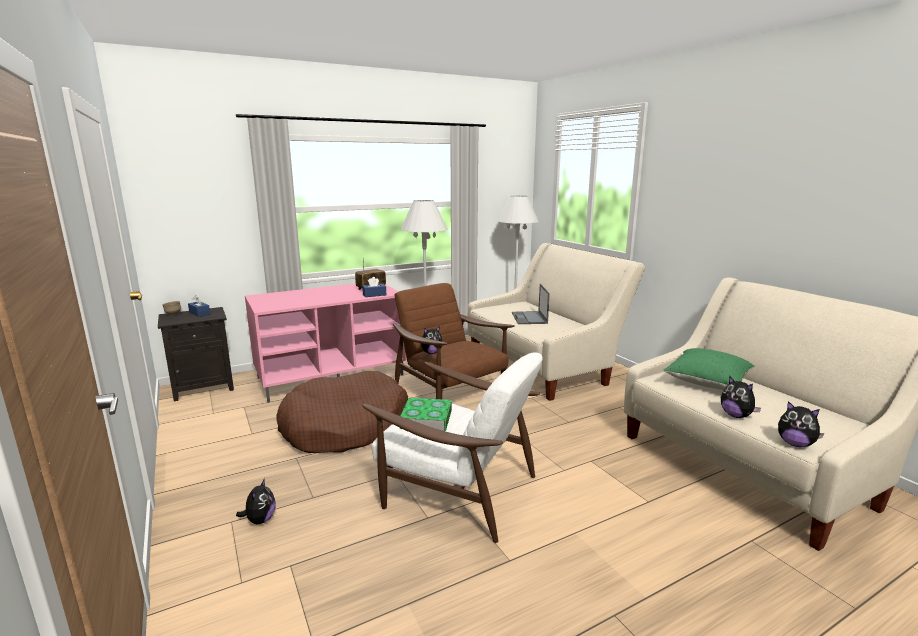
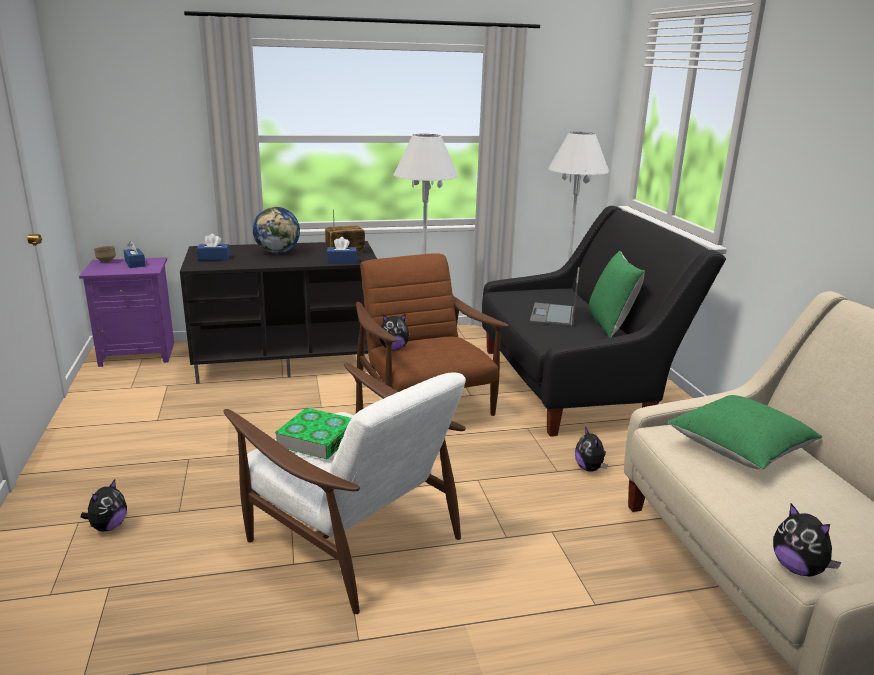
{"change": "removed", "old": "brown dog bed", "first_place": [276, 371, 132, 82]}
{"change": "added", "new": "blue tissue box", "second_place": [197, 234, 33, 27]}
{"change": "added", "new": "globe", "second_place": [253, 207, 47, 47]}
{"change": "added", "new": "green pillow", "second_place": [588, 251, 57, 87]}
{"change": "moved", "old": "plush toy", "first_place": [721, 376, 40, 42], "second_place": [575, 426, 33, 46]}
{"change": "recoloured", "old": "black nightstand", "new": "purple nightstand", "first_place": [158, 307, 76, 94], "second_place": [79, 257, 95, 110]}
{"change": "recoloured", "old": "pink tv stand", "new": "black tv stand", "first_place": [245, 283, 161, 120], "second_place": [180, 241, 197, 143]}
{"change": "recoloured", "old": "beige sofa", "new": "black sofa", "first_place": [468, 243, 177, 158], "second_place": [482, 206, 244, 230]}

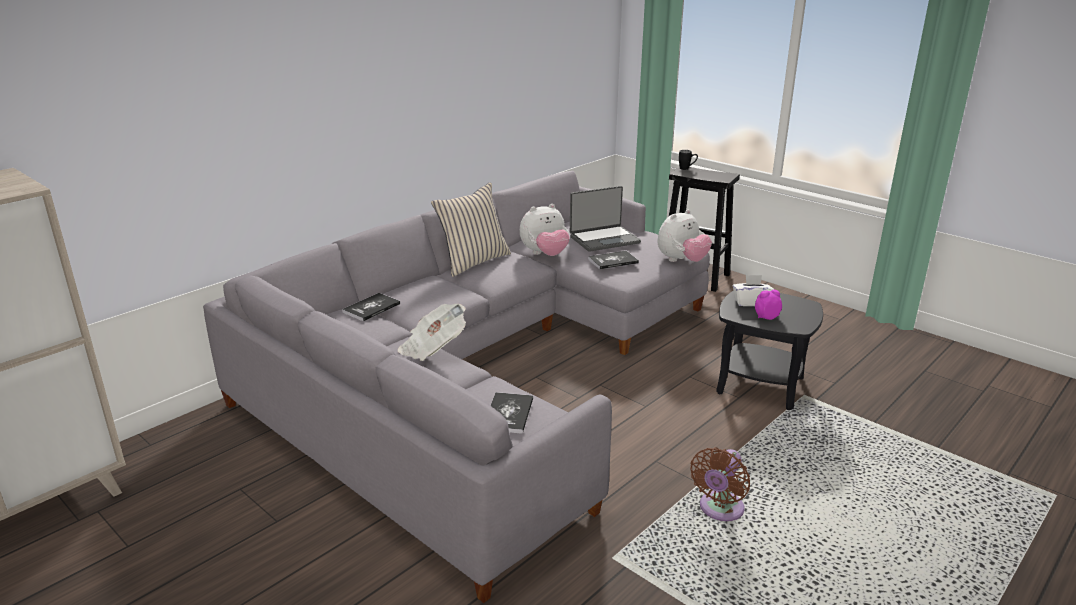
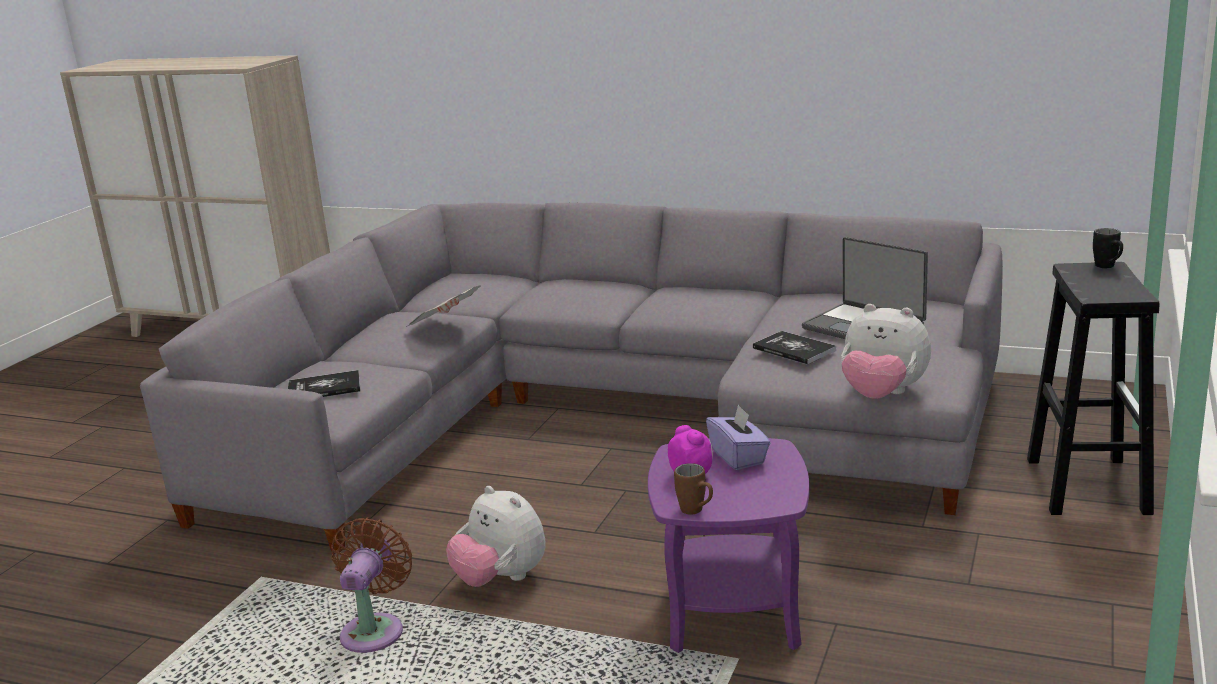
{"change": "removed", "old": "book", "first_place": [342, 293, 58, 29]}
{"change": "removed", "old": "beige pillow", "first_place": [431, 182, 80, 95]}
{"change": "added", "new": "brown mug", "second_place": [674, 463, 39, 51]}
{"change": "moved", "old": "plush toy", "first_place": [520, 204, 50, 52], "second_place": [446, 486, 100, 101]}
{"change": "recoloured", "old": "black side table", "new": "purple side table", "first_place": [716, 290, 107, 120], "second_place": [648, 438, 162, 215]}
{"change": "recoloured", "old": "white tissue box", "new": "purple tissue box", "first_place": [733, 275, 41, 31], "second_place": [706, 405, 64, 65]}
{"change": "turned", "old": "brown fan", "first_place": [690, 447, 60, 74], "second_place": [331, 518, 81, 135], "degrees": 90}

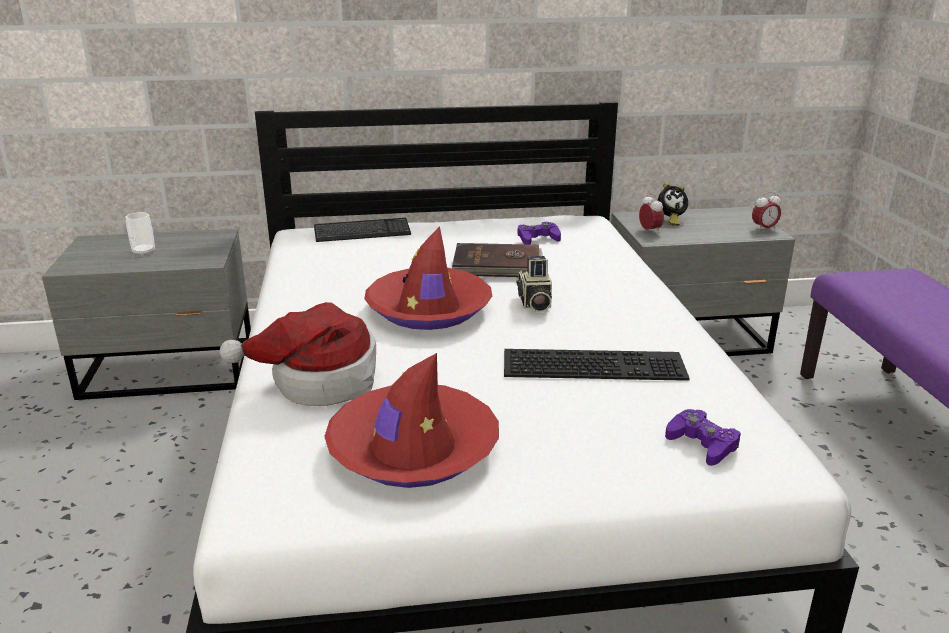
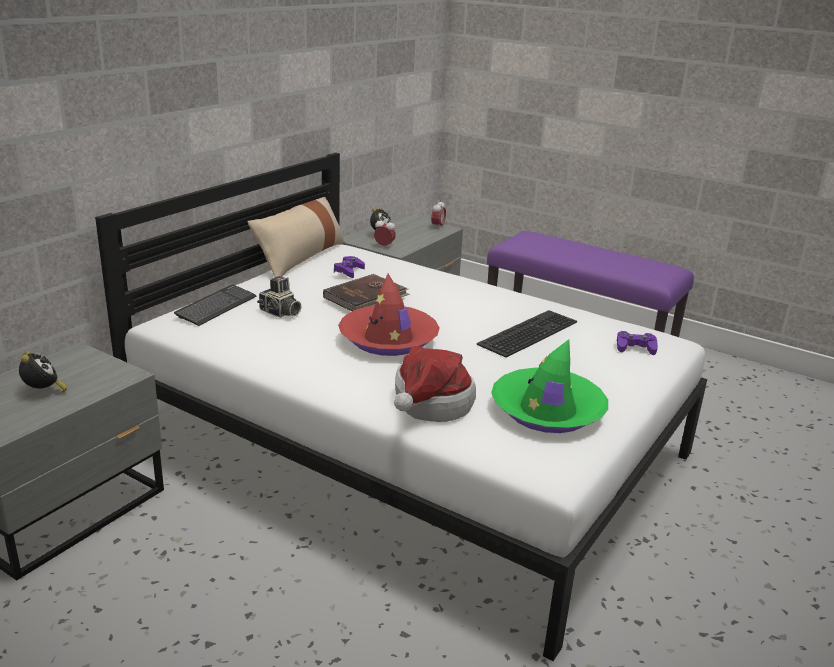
{"change": "added", "new": "beige pillow", "second_place": [247, 197, 99, 81]}
{"change": "moved", "old": "photo camera", "first_place": [516, 256, 36, 57], "second_place": [257, 276, 44, 42]}
{"change": "replaced", "old": "cup", "new": "alarm clock", "first_place": [126, 212, 29, 44], "second_place": [19, 351, 48, 41]}
{"change": "recoloured", "old": "red hat", "new": "green hat", "first_place": [324, 353, 175, 135], "second_place": [491, 339, 117, 94]}

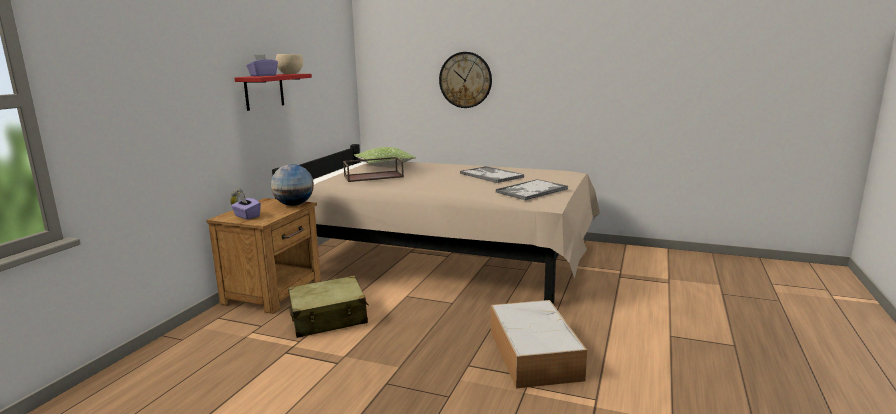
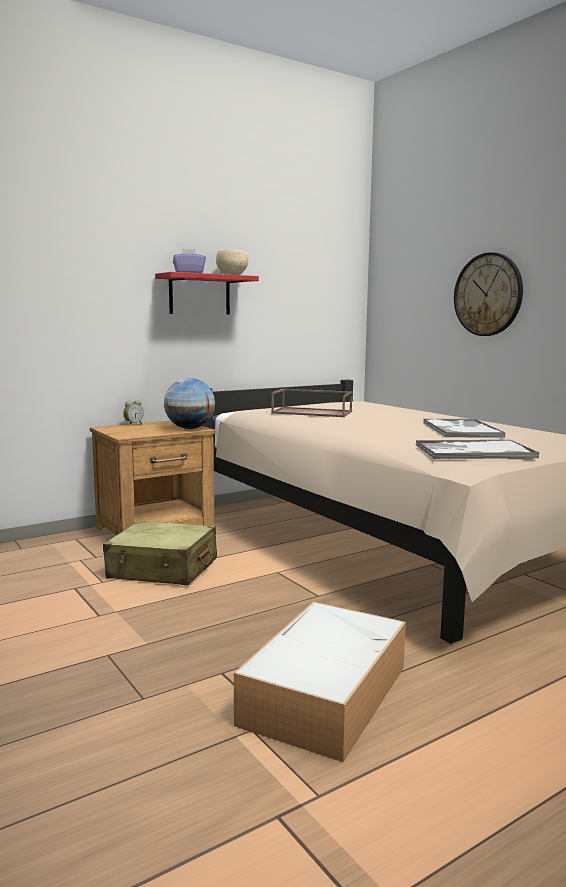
{"change": "removed", "old": "purple tissue box", "first_place": [231, 195, 30, 25]}
{"change": "removed", "old": "pillow", "first_place": [354, 147, 62, 20]}

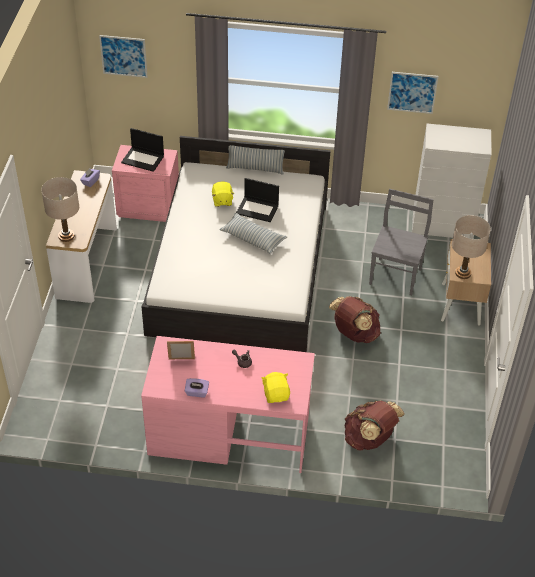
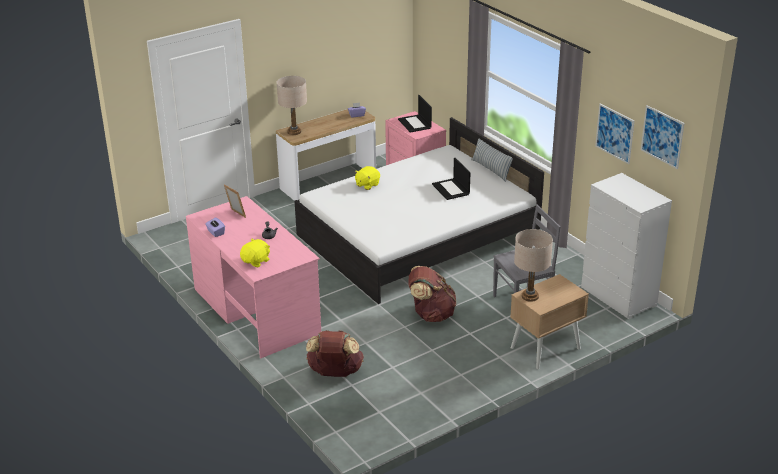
{"change": "removed", "old": "pillow", "first_place": [219, 213, 68, 41]}
{"change": "moved", "old": "picture", "first_place": [99, 35, 48, 43], "second_place": [641, 105, 44, 64]}
{"change": "moved", "old": "yellow plush toy", "first_place": [212, 181, 22, 26], "second_place": [355, 166, 25, 24]}

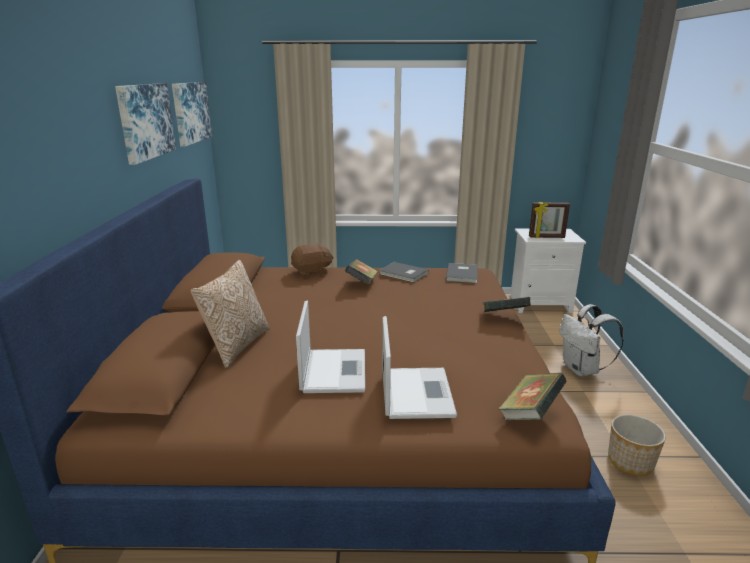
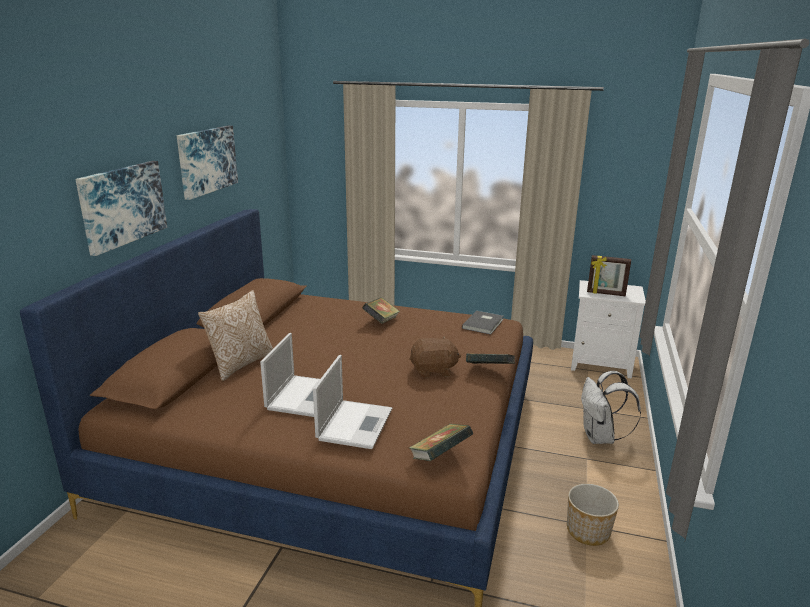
{"change": "removed", "old": "grey book", "first_place": [379, 262, 50, 21]}
{"change": "moved", "old": "picture", "first_place": [172, 82, 40, 65], "second_place": [75, 161, 92, 95]}
{"change": "moved", "old": "brown plush toy", "first_place": [291, 243, 43, 35], "second_place": [410, 336, 51, 42]}

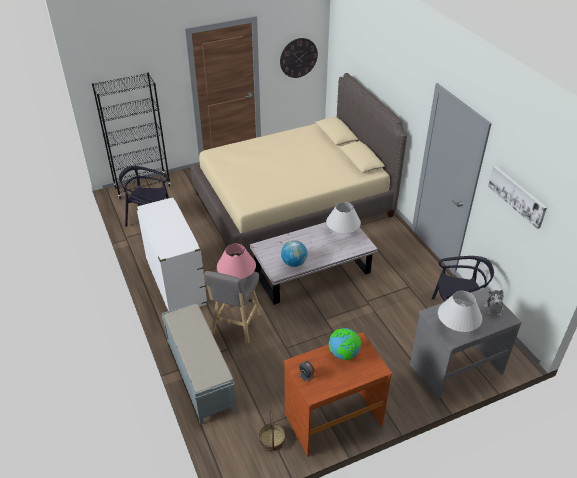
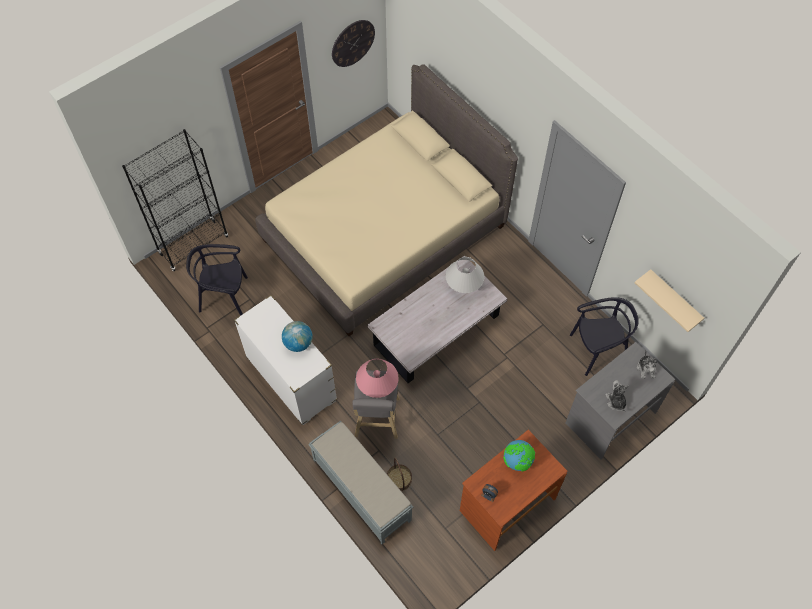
{"change": "removed", "old": "picture", "first_place": [488, 166, 59, 63]}
{"change": "added", "new": "beige shelf", "second_place": [634, 269, 70, 63]}
{"change": "moved", "old": "basket", "first_place": [259, 410, 27, 42], "second_place": [387, 458, 25, 33]}
{"change": "moved", "old": "globe", "first_place": [281, 240, 26, 27], "second_place": [282, 321, 31, 31]}
{"change": "replaced", "old": "white table lamp", "new": "plush toy", "first_place": [438, 291, 44, 41], "second_place": [605, 380, 24, 32]}

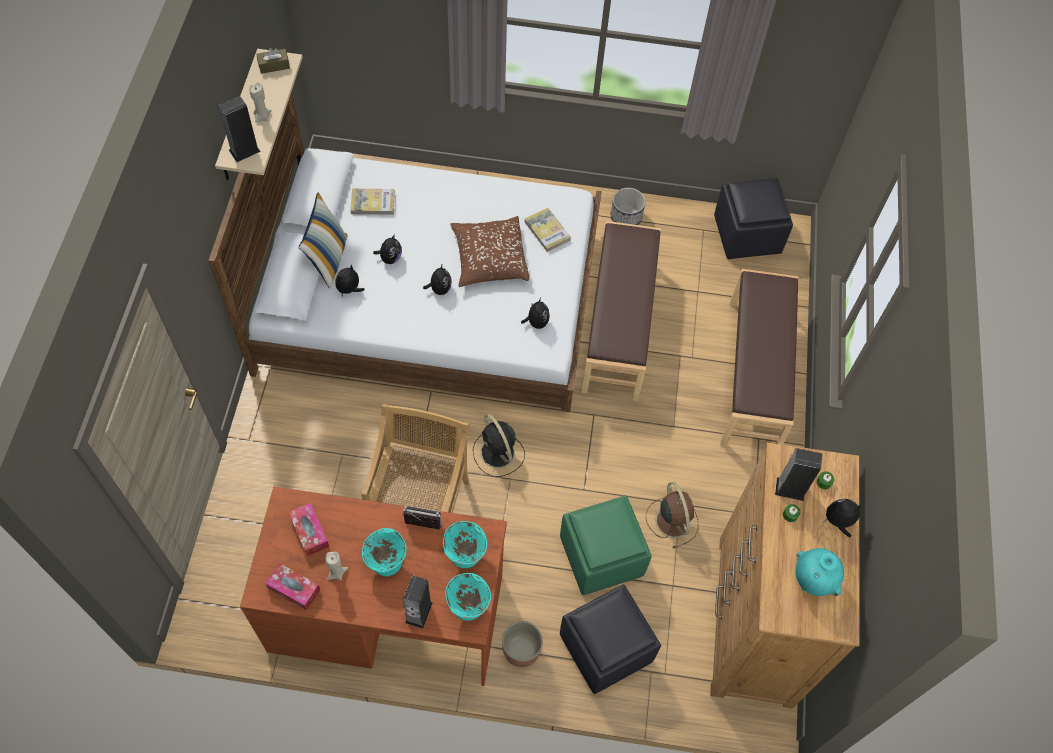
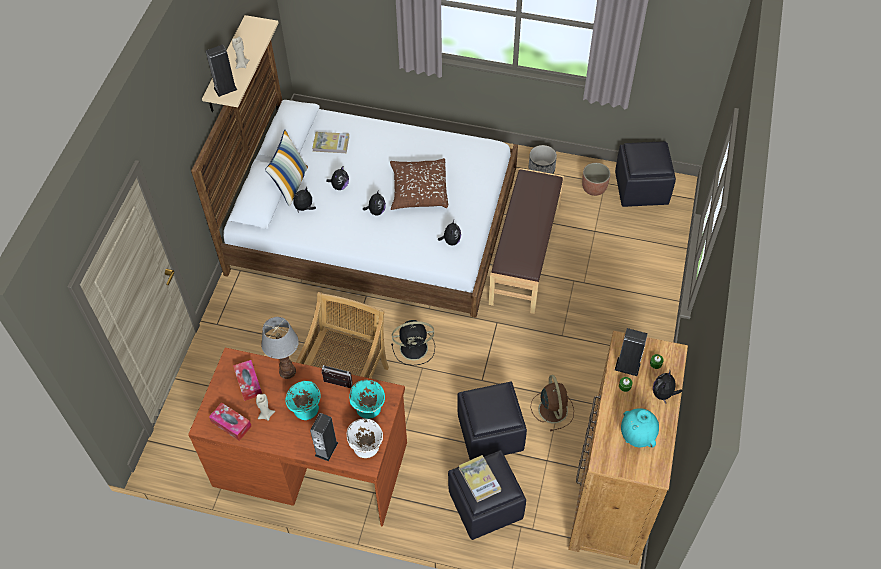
{"change": "removed", "old": "brown tissue box", "first_place": [256, 48, 34, 26]}
{"change": "removed", "old": "brown bench", "first_place": [720, 269, 78, 177]}
{"change": "added", "new": "table lamp", "second_place": [261, 317, 38, 62]}
{"change": "moved", "old": "planter", "first_place": [502, 621, 41, 46], "second_place": [582, 163, 29, 33]}
{"change": "moved", "old": "book", "first_place": [524, 208, 47, 44], "second_place": [459, 455, 42, 47]}
{"change": "recoloured", "old": "turquoise bowl", "new": "white bowl", "first_place": [445, 573, 46, 48], "second_place": [347, 419, 36, 39]}
{"change": "recoloured", "old": "green ottoman", "new": "black ottoman", "first_place": [560, 495, 92, 100], "second_place": [457, 381, 70, 79]}
{"change": "turned", "old": "black fan", "first_place": [473, 414, 52, 63], "second_place": [391, 320, 44, 46], "degrees": -75}
{"change": "turned", "old": "plush toy", "first_place": [823, 499, 39, 38], "second_place": [653, 371, 29, 33], "degrees": -75}

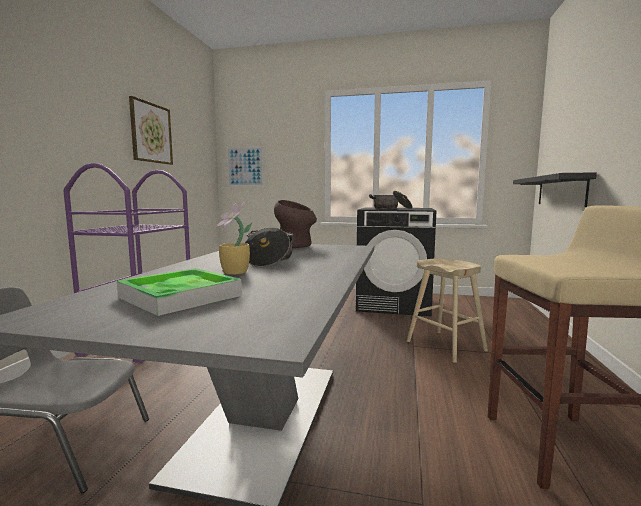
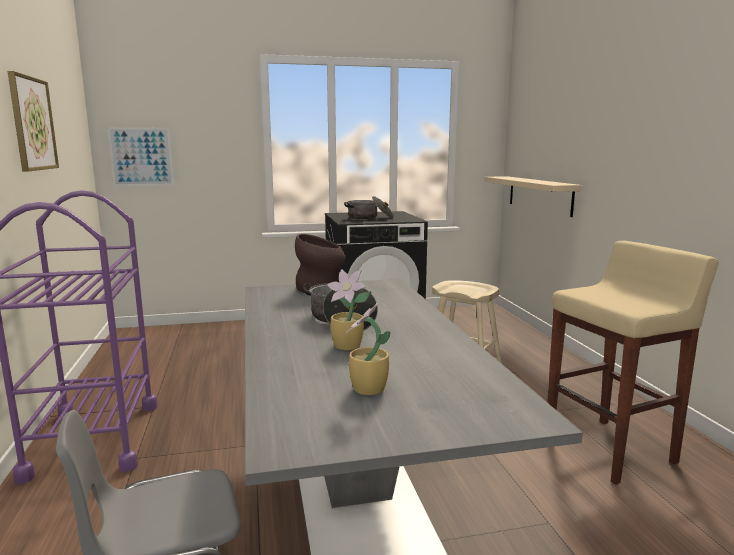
{"change": "replaced", "old": "tray", "new": "potted plant", "first_place": [117, 268, 125, 48], "second_place": [345, 298, 45, 97]}
{"change": "recoloured", "old": "black shelf", "new": "beige shelf", "first_place": [513, 172, 84, 35], "second_place": [484, 176, 99, 41]}

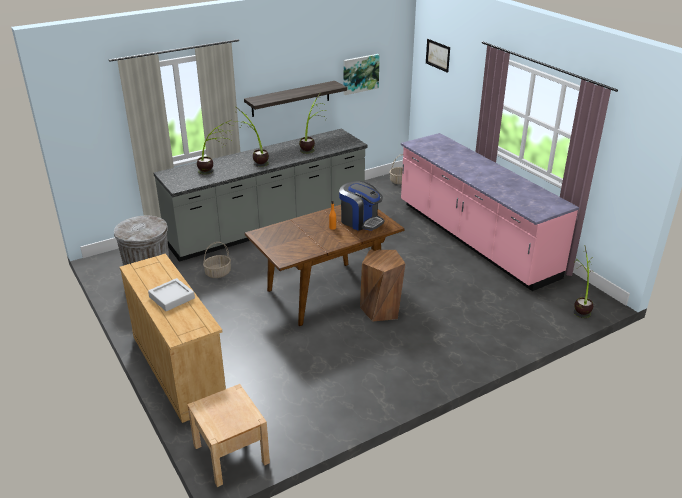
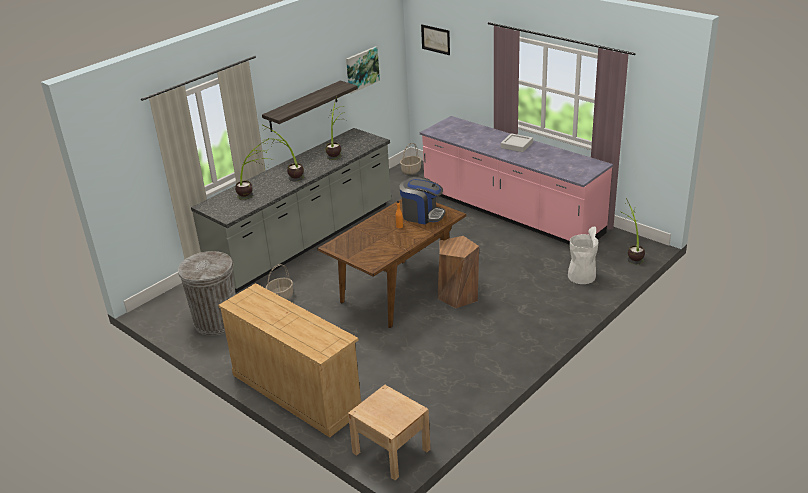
{"change": "added", "new": "white trash can", "second_place": [568, 227, 31, 57]}
{"change": "moved", "old": "grey tray", "first_place": [148, 278, 47, 33], "second_place": [501, 133, 32, 19]}

